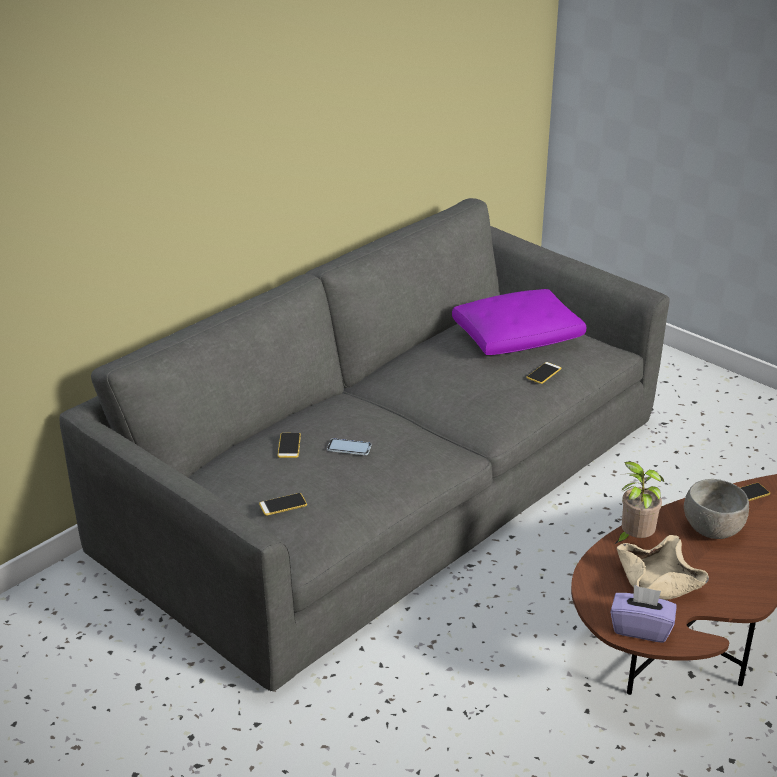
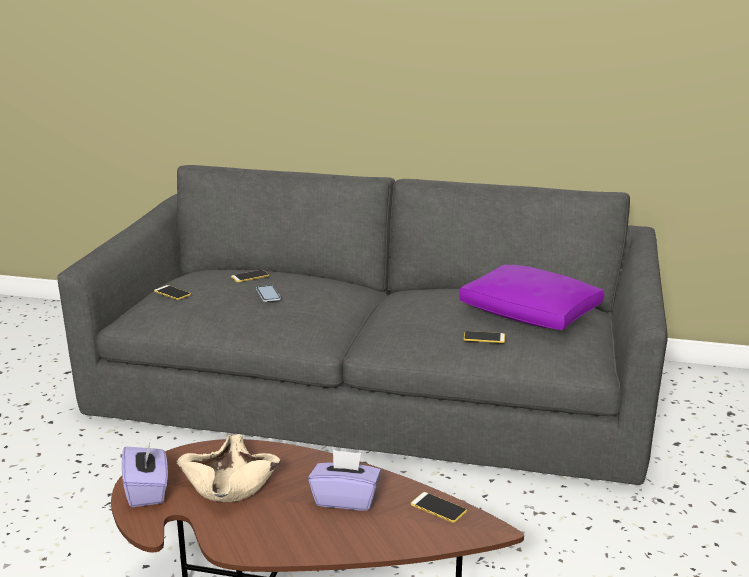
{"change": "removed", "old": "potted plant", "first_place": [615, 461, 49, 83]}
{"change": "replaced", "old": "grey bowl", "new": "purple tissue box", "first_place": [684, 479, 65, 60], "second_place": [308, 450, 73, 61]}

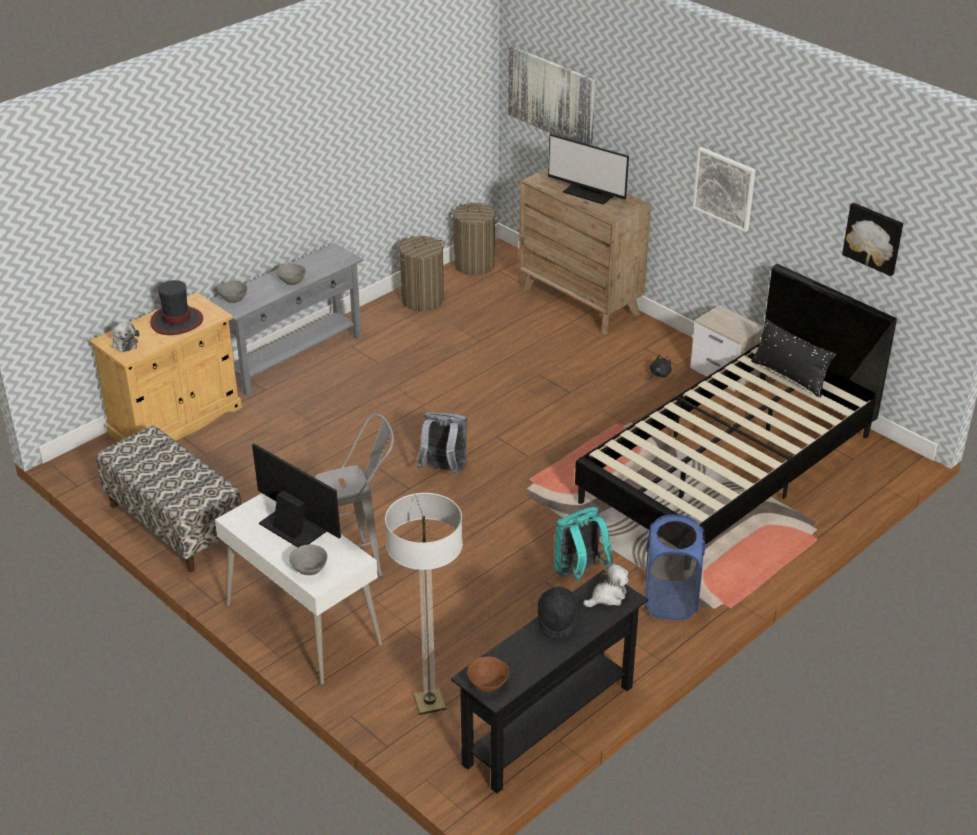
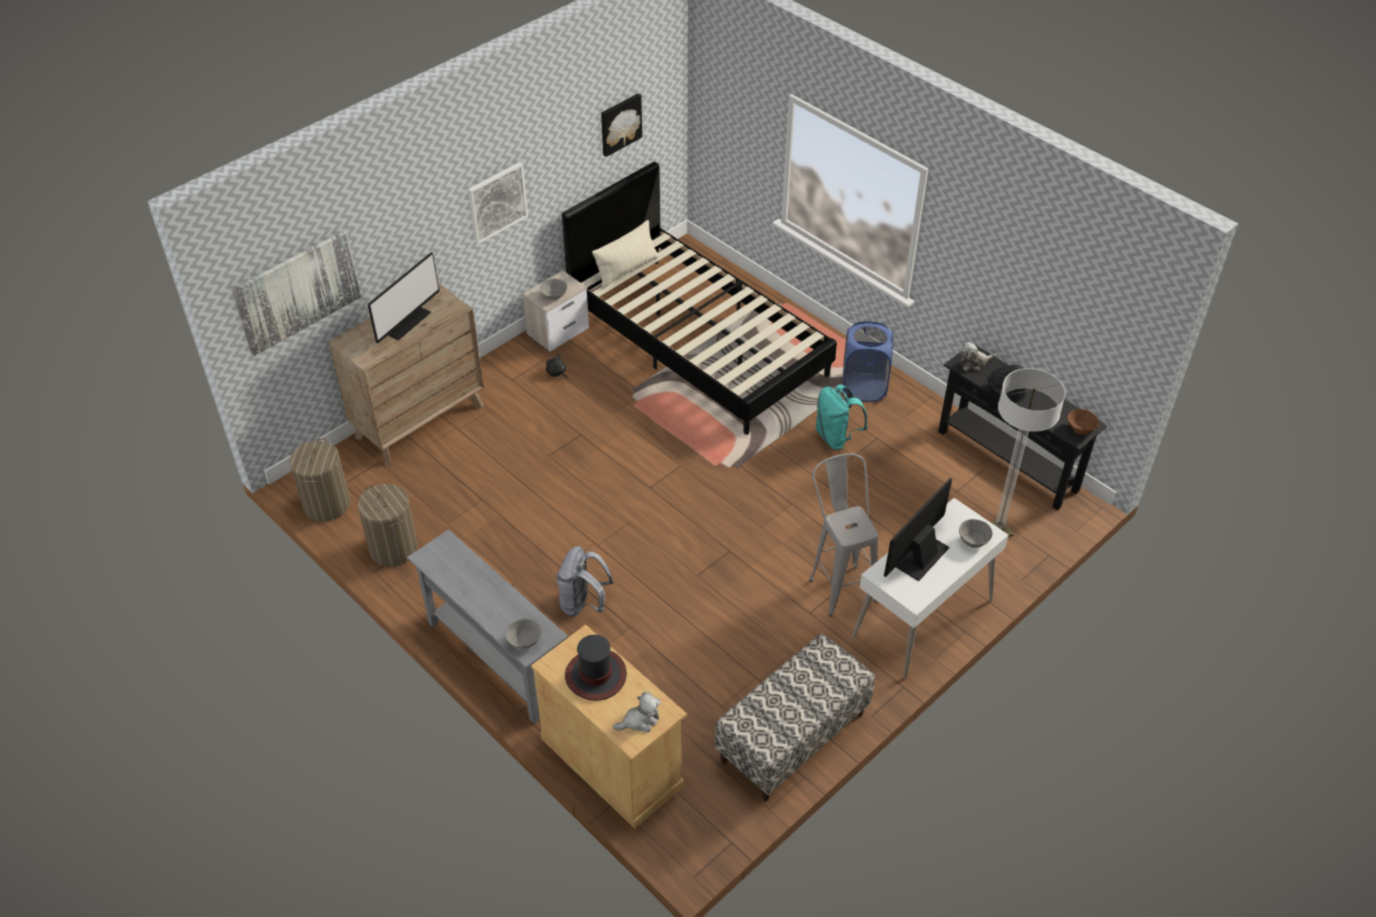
{"change": "moved", "old": "grey bowl", "first_place": [276, 264, 30, 21], "second_place": [540, 279, 27, 21]}
{"change": "moved", "old": "grey backpack", "first_place": [417, 412, 51, 63], "second_place": [556, 546, 58, 71]}
{"change": "recoloured", "old": "black pillow", "new": "beige pillow", "first_place": [751, 319, 85, 79], "second_place": [592, 220, 67, 69]}
{"change": "turned", "old": "plush toy", "first_place": [583, 563, 45, 44], "second_place": [960, 342, 36, 29], "degrees": -75}

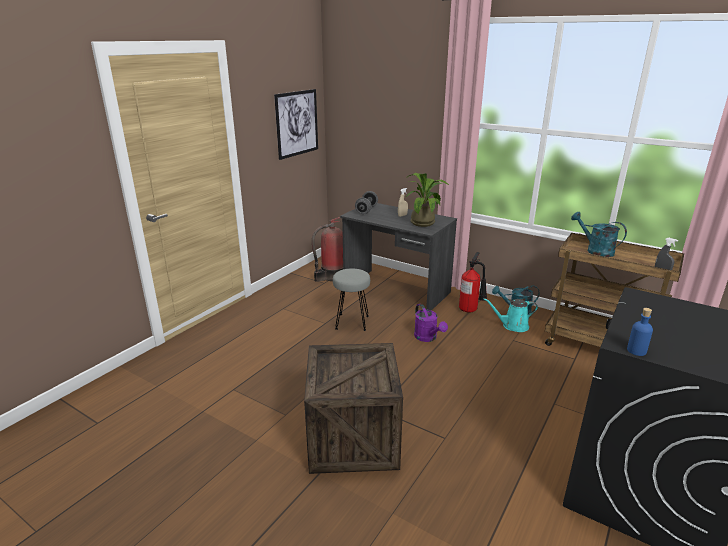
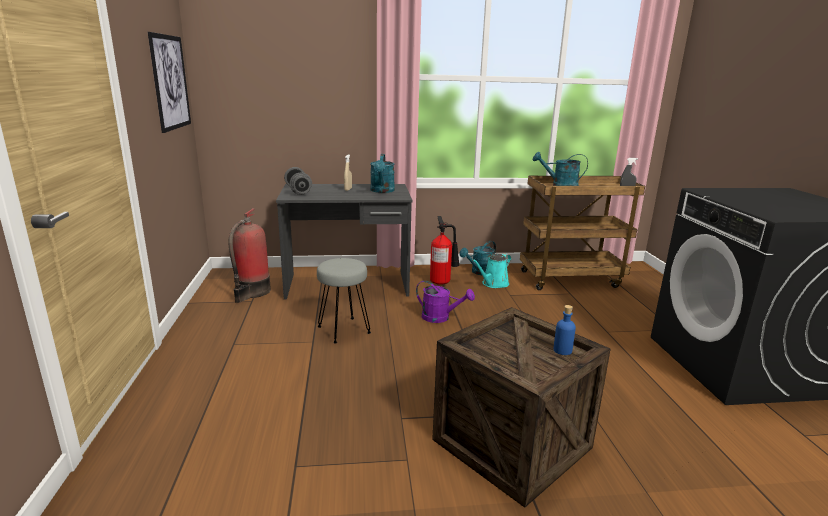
{"change": "moved", "old": "blue bottle", "first_place": [627, 308, 26, 48], "second_place": [554, 305, 22, 50]}
{"change": "replaced", "old": "potted plant", "new": "turquoise watering can", "first_place": [406, 173, 43, 54], "second_place": [370, 154, 25, 39]}

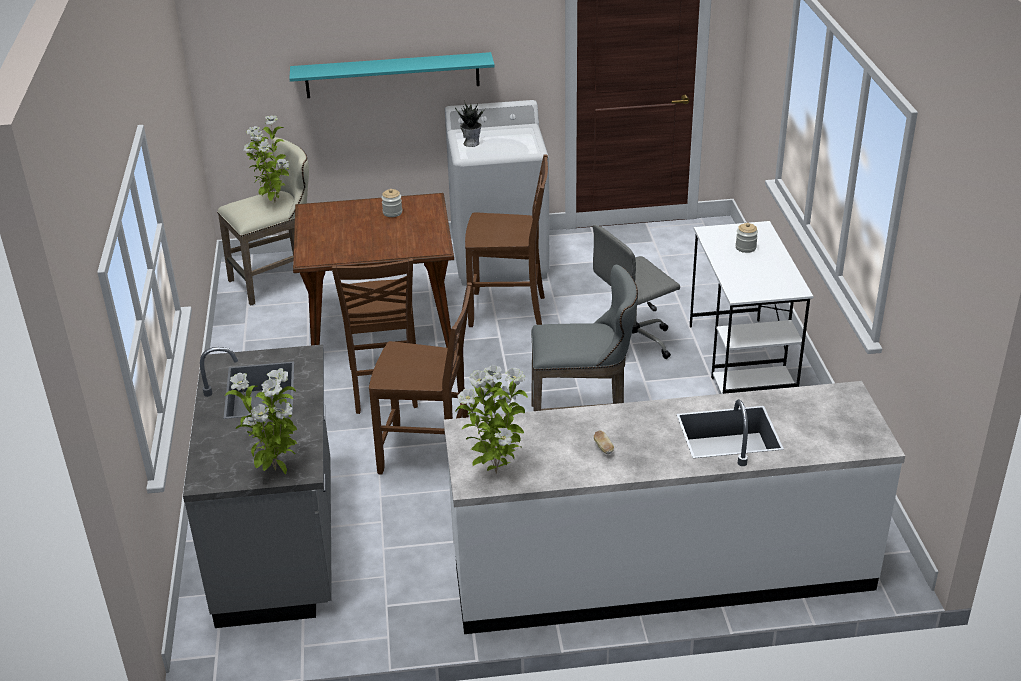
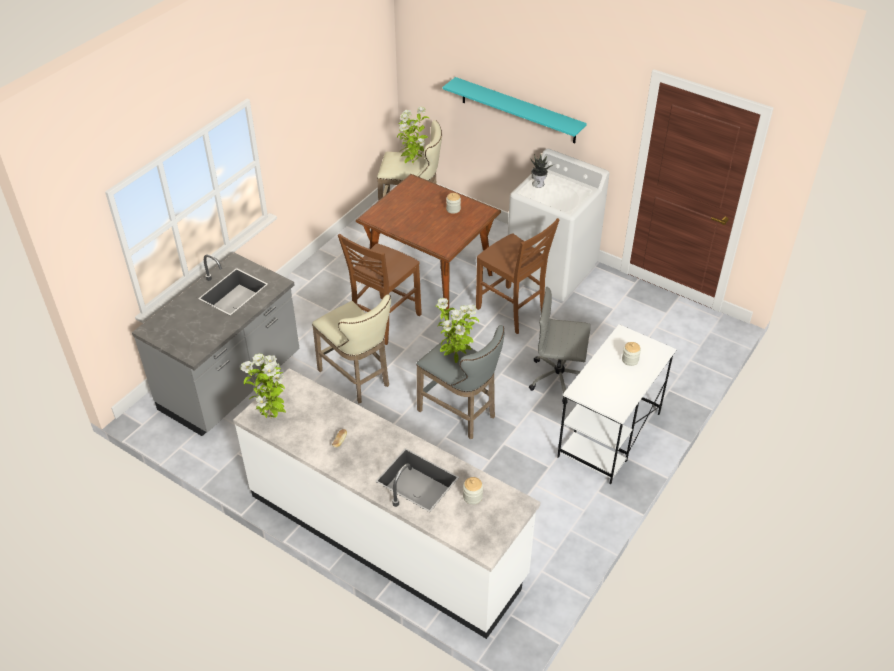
{"change": "added", "new": "jar", "second_place": [463, 477, 20, 28]}
{"change": "moved", "old": "potted plant", "first_place": [225, 368, 72, 106], "second_place": [436, 298, 43, 65]}
{"change": "replaced", "old": "brown chair", "new": "beige stool", "first_place": [369, 282, 103, 192], "second_place": [312, 294, 79, 109]}

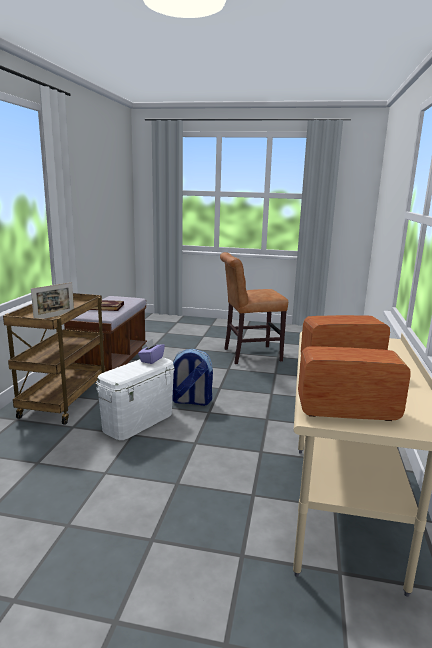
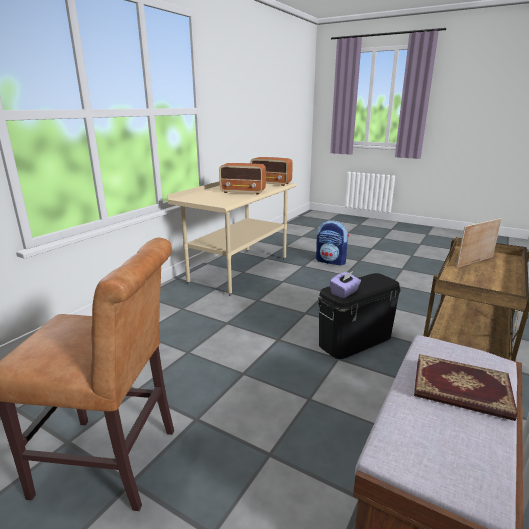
{"change": "moved", "old": "backpack", "first_place": [172, 349, 41, 57], "second_place": [316, 221, 33, 44]}
{"change": "recoloured", "old": "white storage box", "new": "black storage box", "first_place": [96, 357, 78, 83], "second_place": [318, 273, 82, 86]}

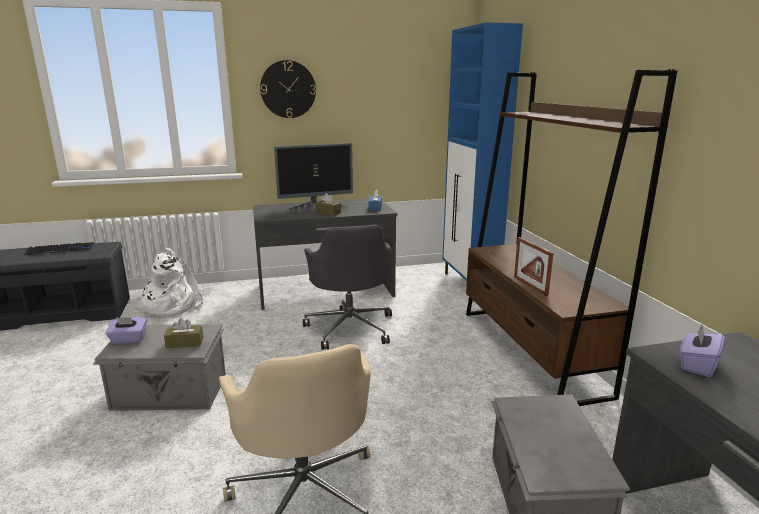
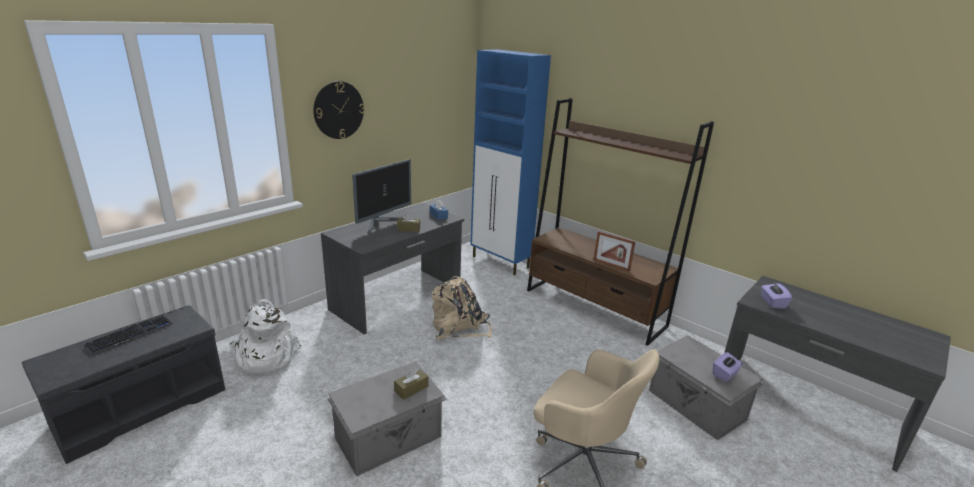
{"change": "moved", "old": "purple tissue box", "first_place": [106, 317, 41, 27], "second_place": [713, 352, 30, 30]}
{"change": "replaced", "old": "grey office chair", "new": "beige backpack", "first_place": [303, 225, 89, 125], "second_place": [432, 276, 60, 63]}

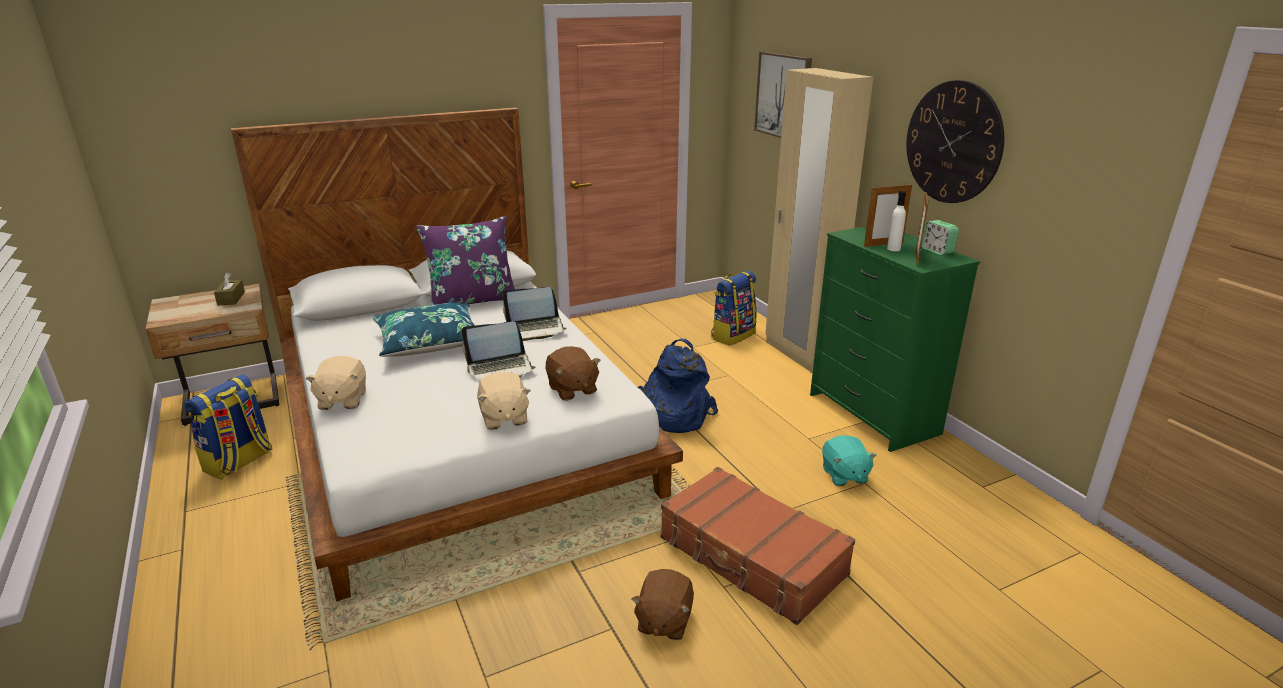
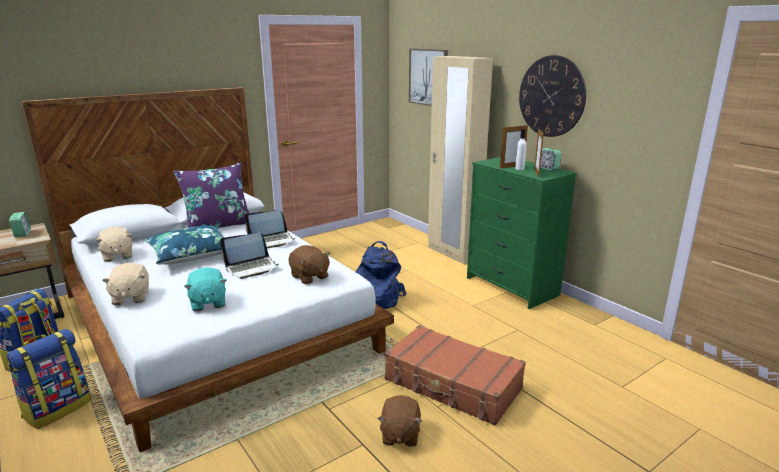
{"change": "moved", "old": "beige plush toy", "first_place": [477, 372, 54, 58], "second_place": [95, 227, 37, 35]}
{"change": "moved", "old": "backpack", "first_place": [711, 271, 46, 75], "second_place": [7, 329, 84, 100]}
{"change": "moved", "old": "turquoise plush toy", "first_place": [822, 435, 55, 51], "second_place": [184, 268, 43, 44]}
{"change": "replaced", "old": "brown tissue box", "new": "alarm clock", "first_place": [214, 273, 31, 33], "second_place": [9, 212, 22, 25]}

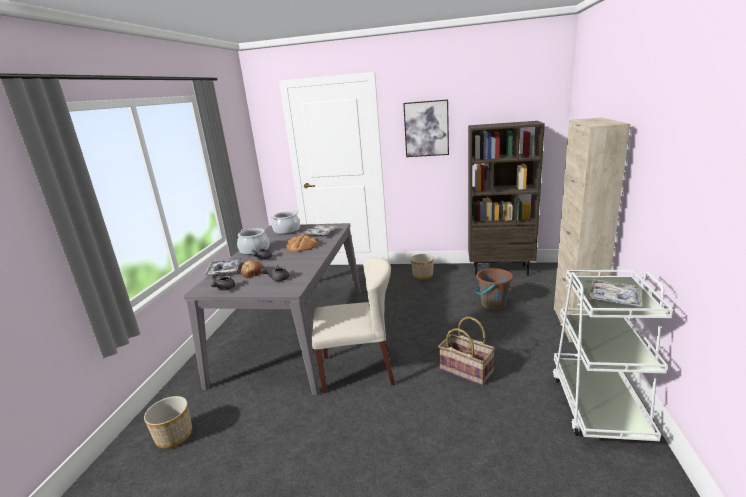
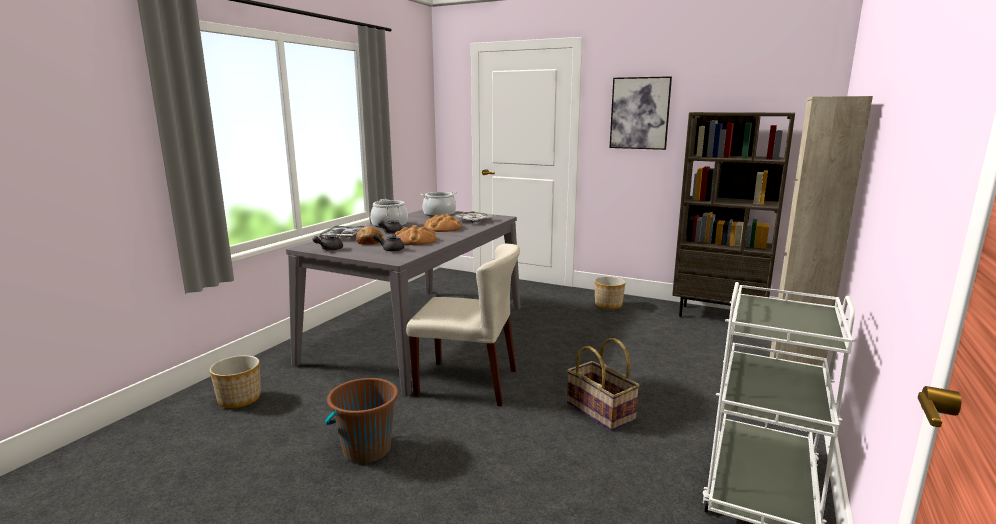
{"change": "removed", "old": "tray", "first_place": [589, 279, 54, 28]}
{"change": "added", "new": "bread", "second_place": [395, 225, 42, 20]}
{"change": "moved", "old": "brown bucket", "first_place": [476, 268, 37, 42], "second_place": [325, 378, 73, 85]}

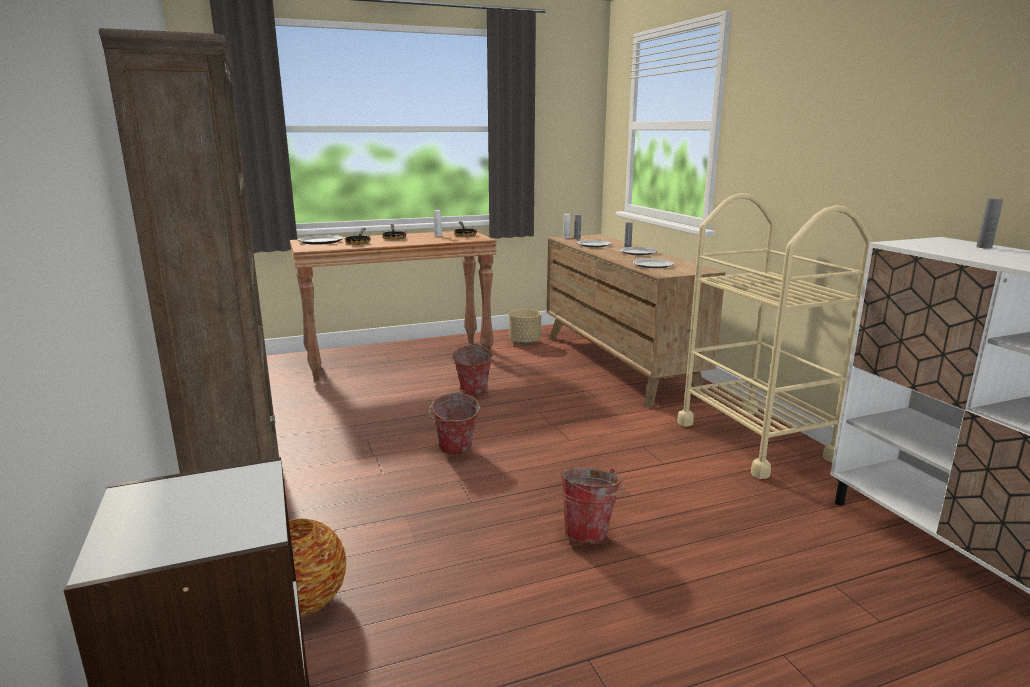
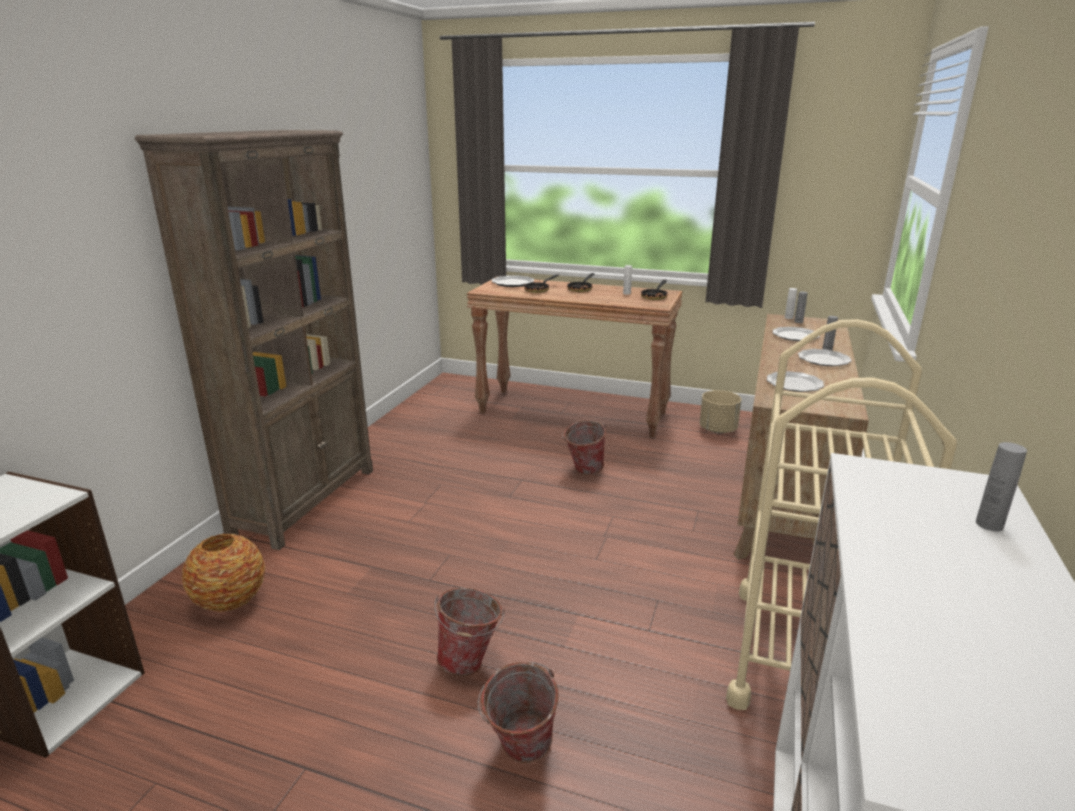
{"change": "moved", "old": "bucket", "first_place": [429, 390, 51, 65], "second_place": [477, 662, 81, 101]}

